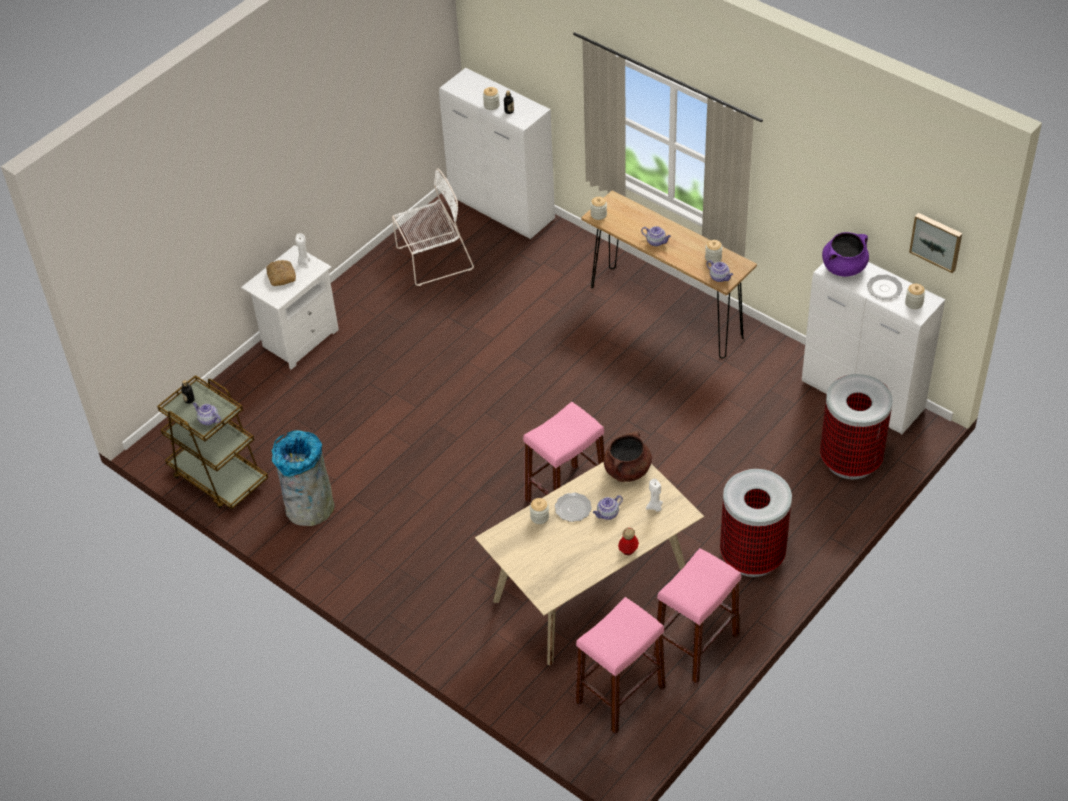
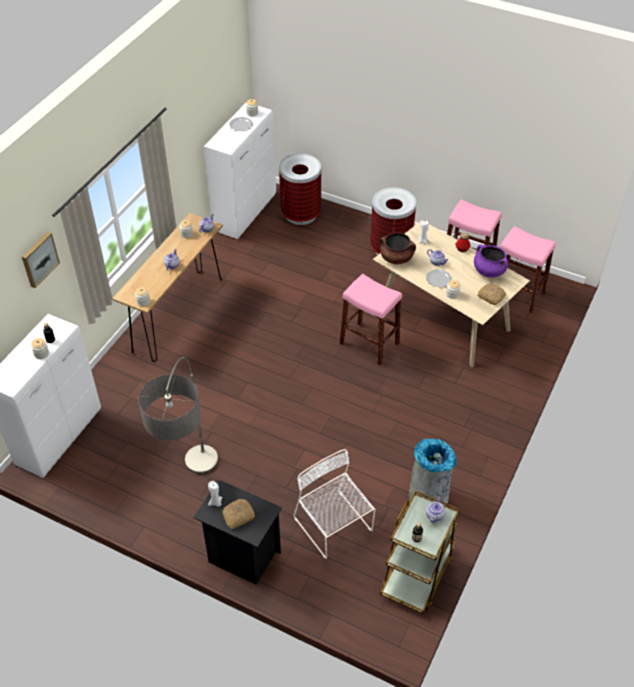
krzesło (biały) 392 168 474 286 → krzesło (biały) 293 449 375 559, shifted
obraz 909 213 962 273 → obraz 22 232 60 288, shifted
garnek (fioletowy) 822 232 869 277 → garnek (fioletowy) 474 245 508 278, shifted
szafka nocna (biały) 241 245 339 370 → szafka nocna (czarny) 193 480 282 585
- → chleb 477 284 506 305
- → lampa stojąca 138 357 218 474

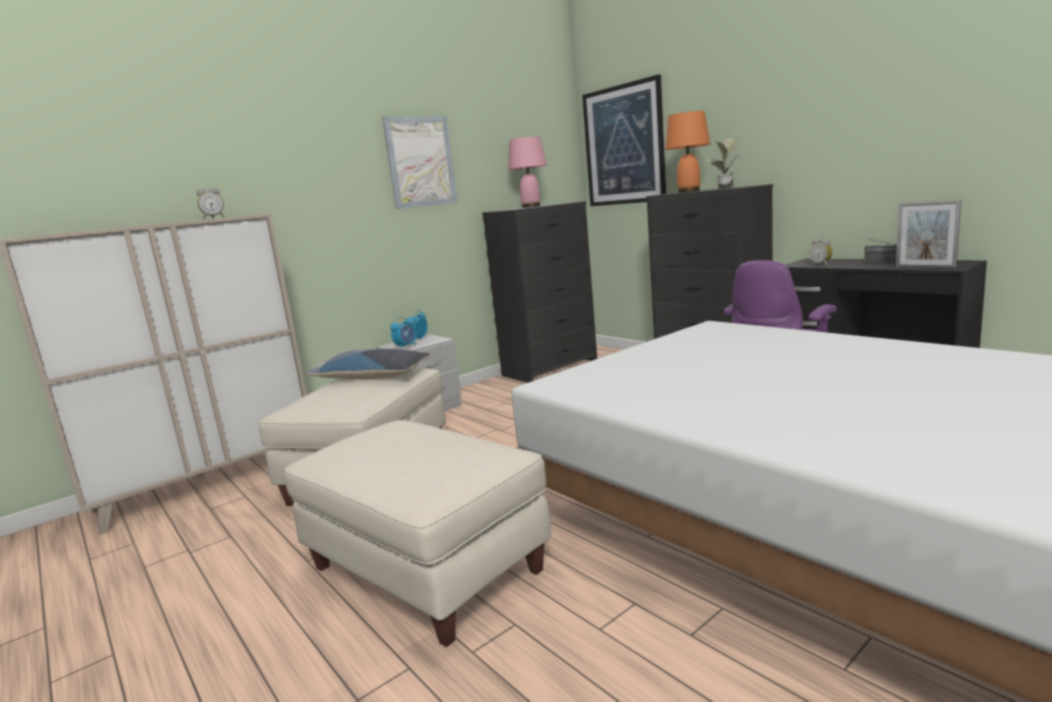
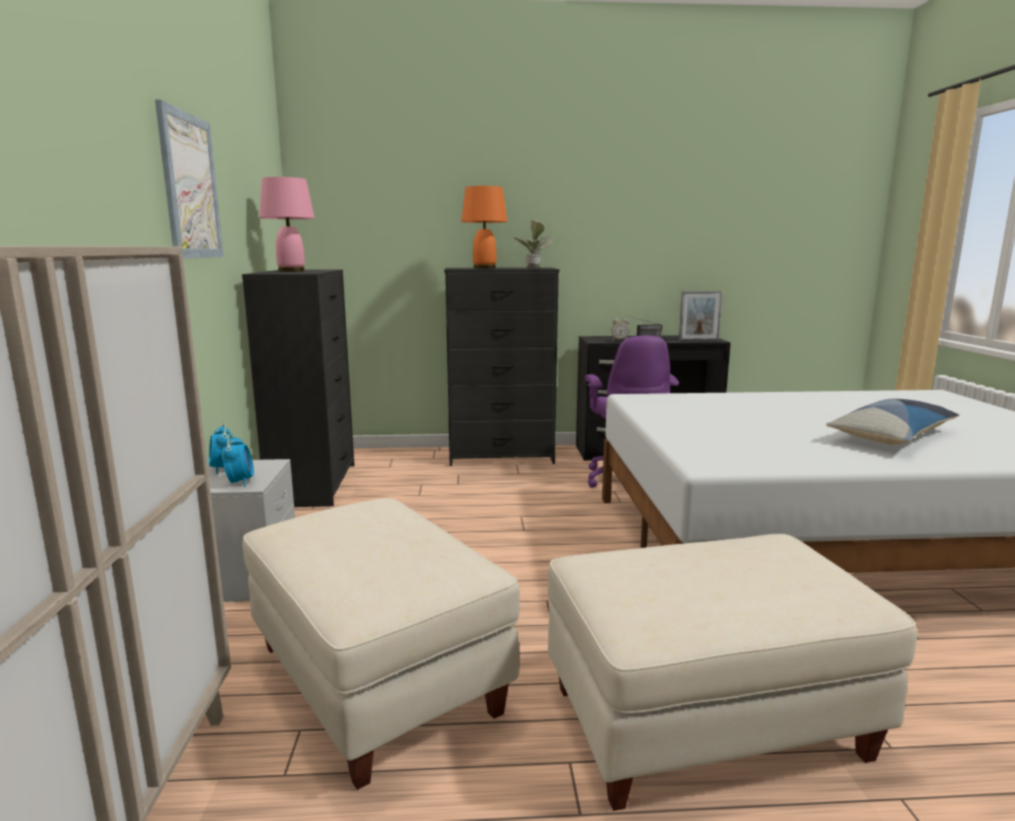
obraz 582 74 666 206 → -
budzik 197 188 225 219 → -
poduszka 304 349 430 379 → poduszka 826 399 959 445, shifted

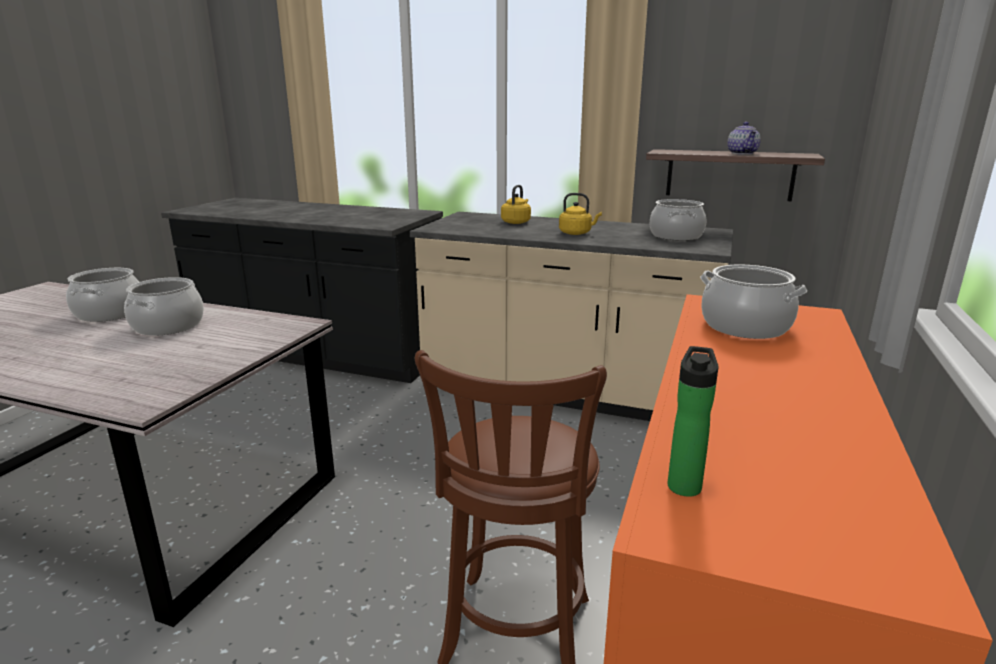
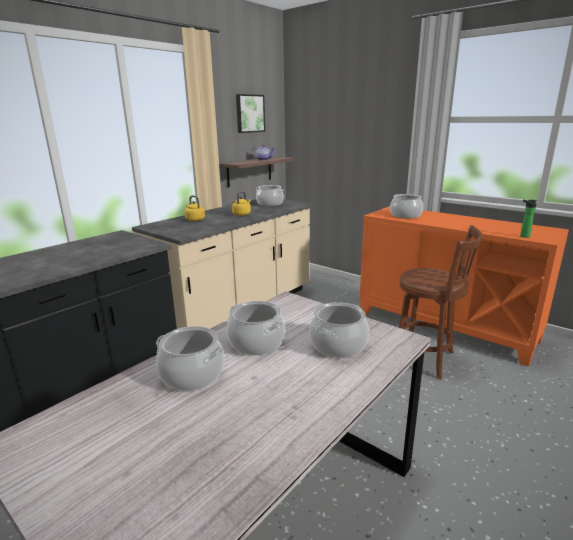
- → obraz 236 94 265 133
- → garnek 309 302 369 358

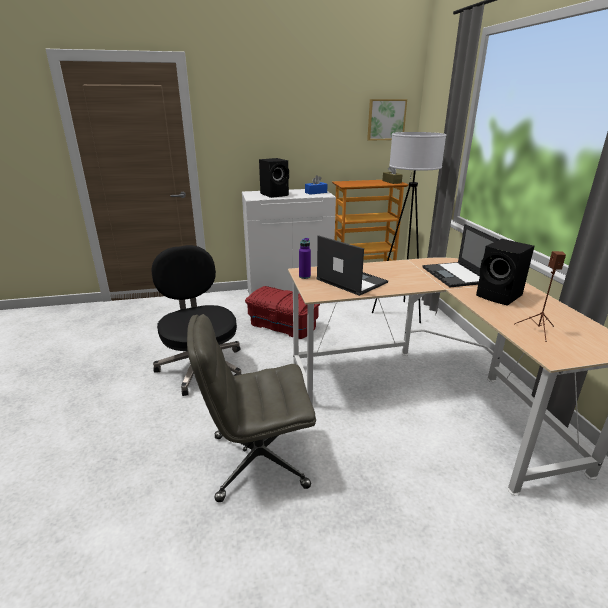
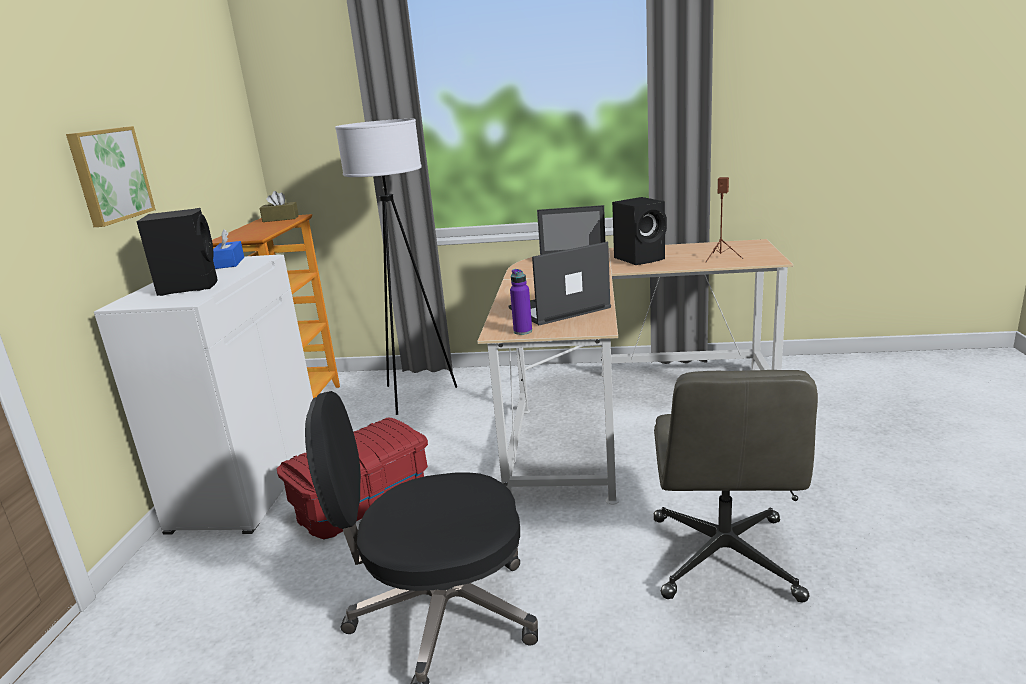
obraz 367 99 407 141 → obraz 66 126 156 227, shifted

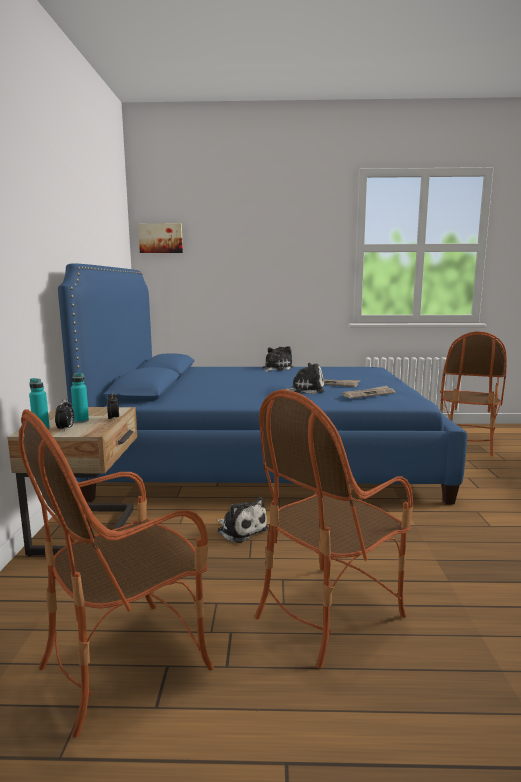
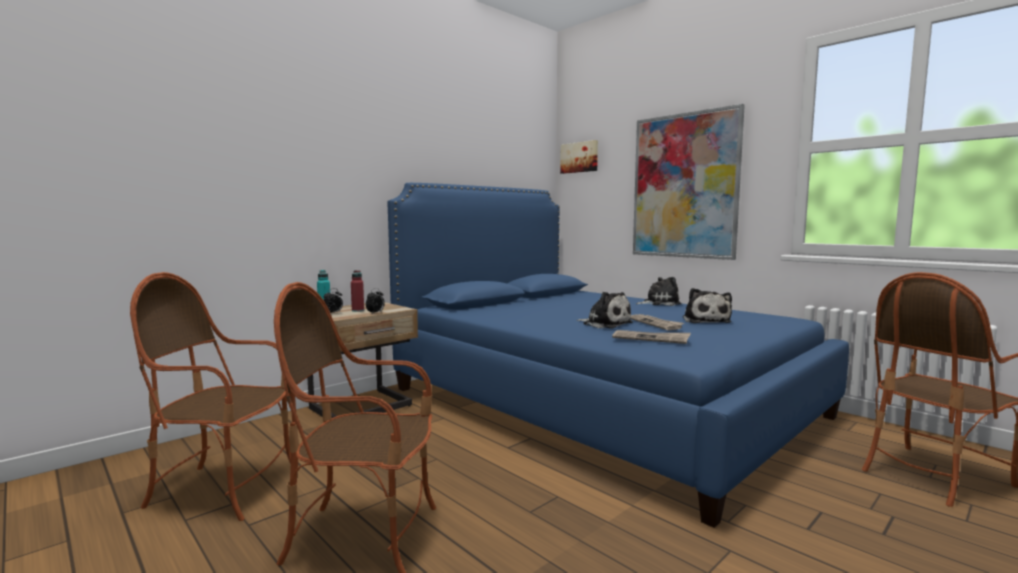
butelka (turkusowy) 71 373 89 423 → butelka (czerwony) 351 270 364 312
pluszak 217 497 269 543 → pluszak 683 288 732 323, shifted
- → obraz 633 104 745 260

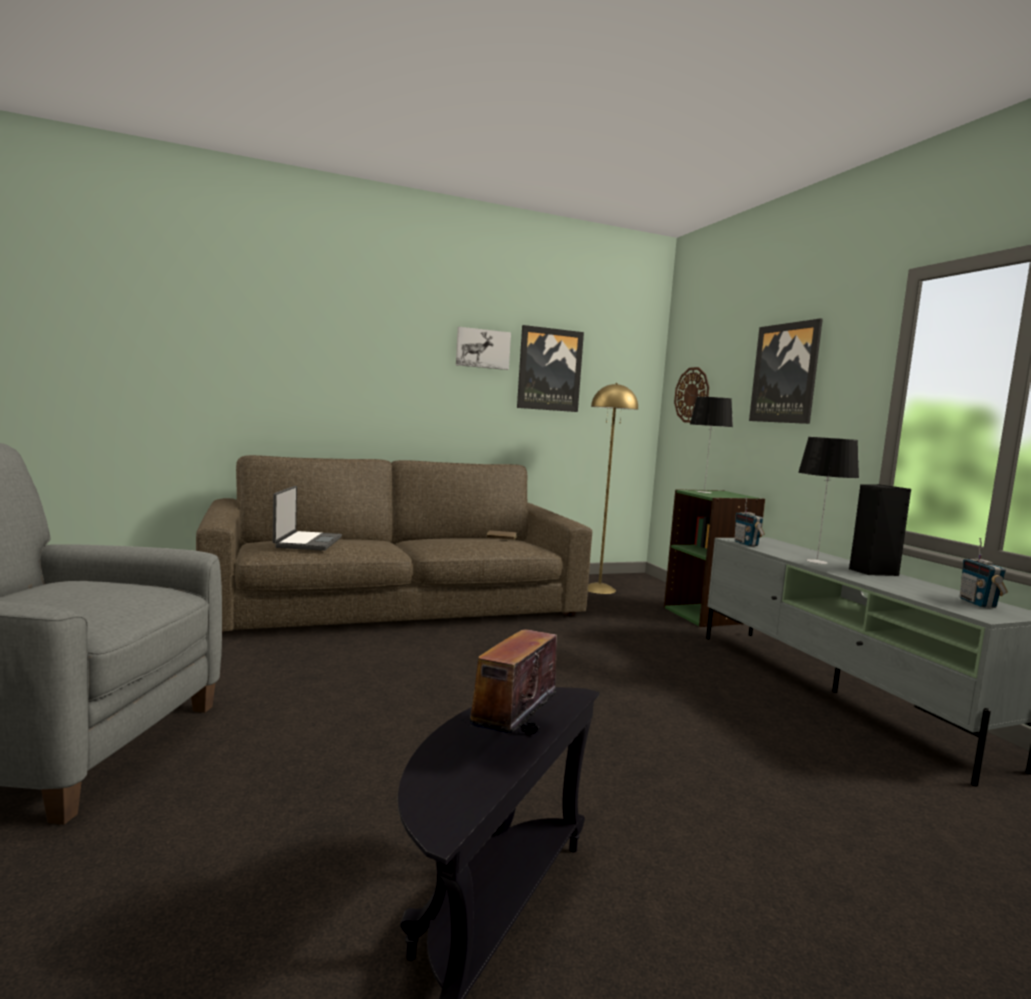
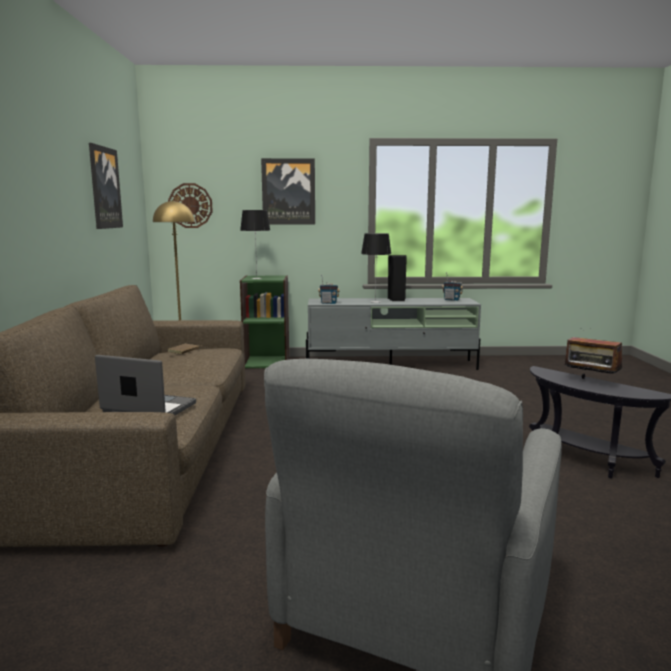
obraz 456 327 511 370 → -

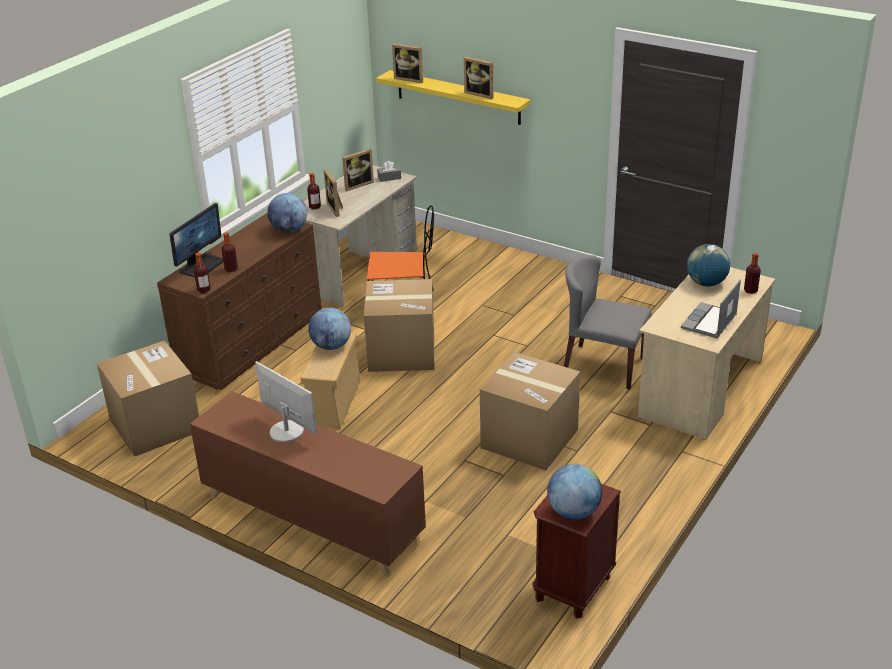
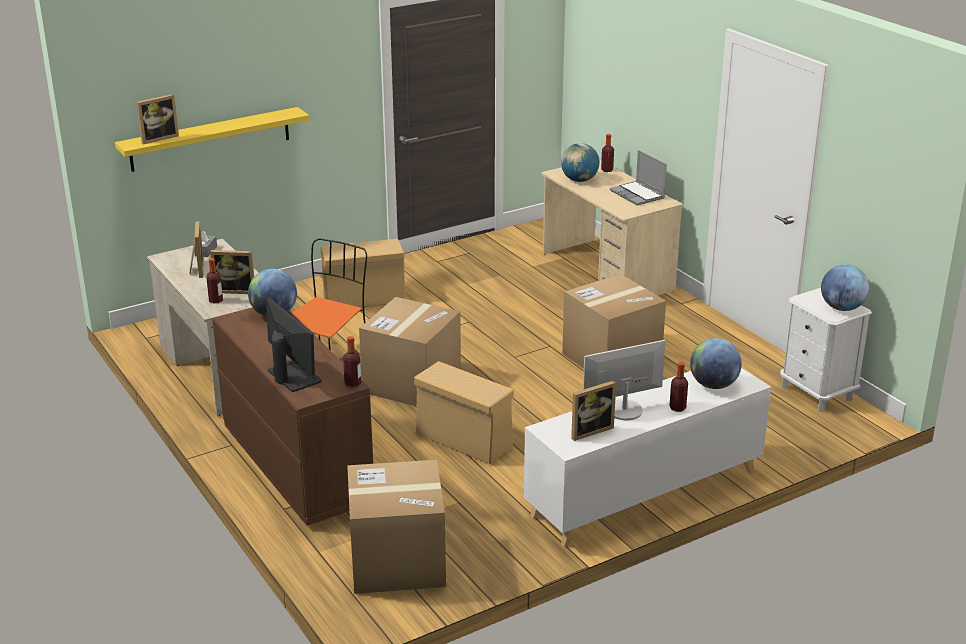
ramka na zdjęcie 464 57 494 99 → ramka na zdjęcie 571 380 616 441, shifted
butelka 222 232 238 272 → butelka 669 362 688 412, shifted
krzesło (szary) 564 255 651 390 → -
globus 308 308 351 350 → globus 690 338 742 389, shifted
szafka (brązowy) 190 391 426 578 → szafka (biały) 524 368 771 547
szafka nocna (brązowy) 532 484 621 619 → szafka nocna (biały) 780 288 872 412
- → pojemnik do przechowywania (beżowy) 321 239 406 307

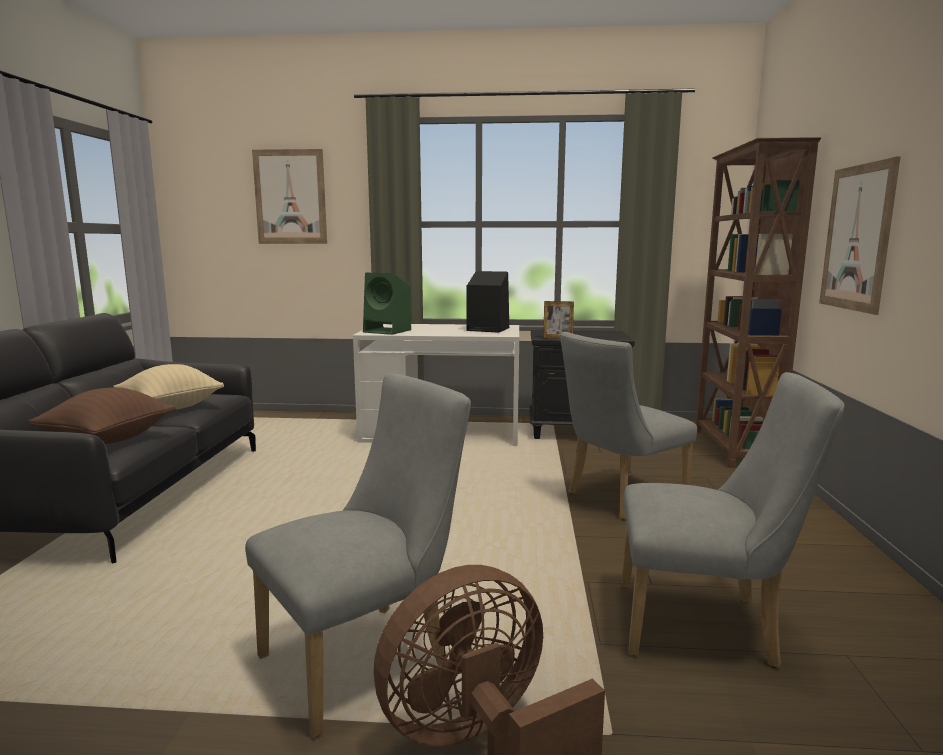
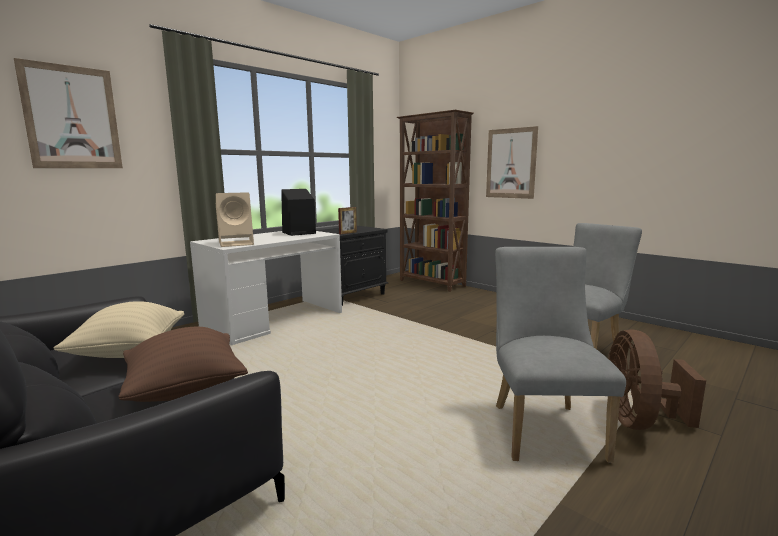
głośnik (zielony) 363 273 411 335 → głośnik (beżowy) 216 192 254 247
krzesło (szary) 560 332 697 519 → -

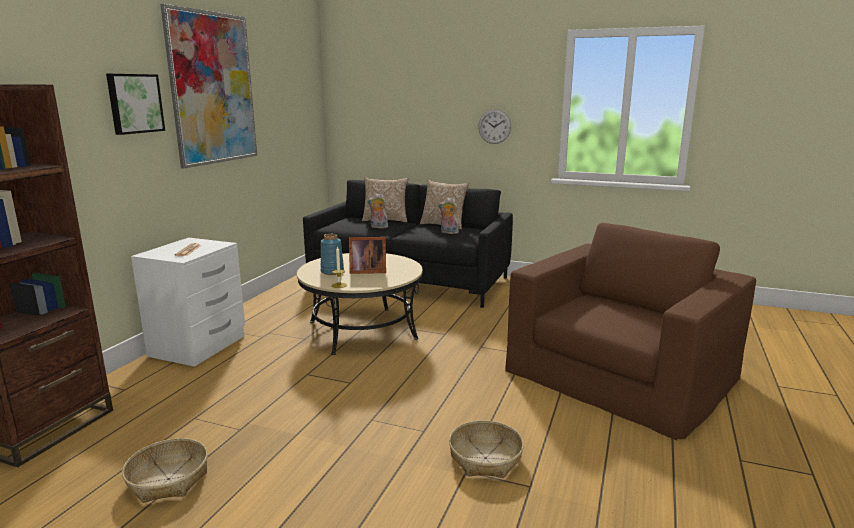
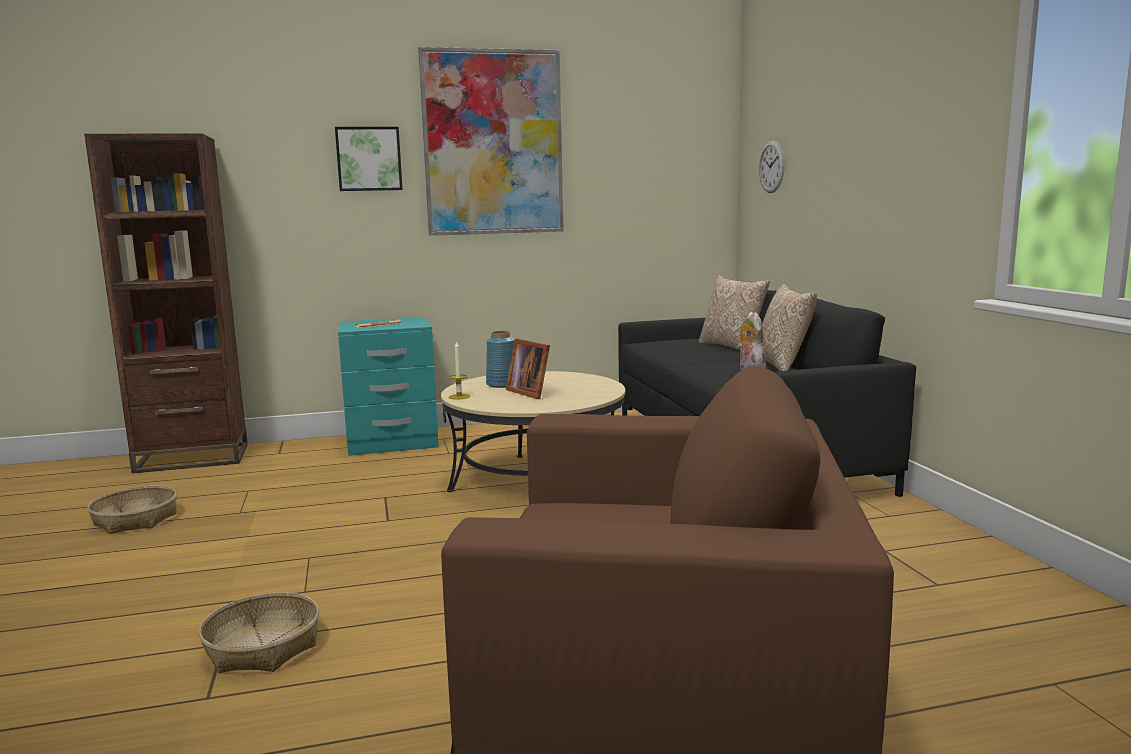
zegar ścienny 478 109 511 144 → zegar ścienny 759 141 785 193, shifted
pluszak 367 194 388 228 → -
szafka nocna (biały) 131 238 245 367 → szafka nocna (turkusowy) 338 317 439 456

